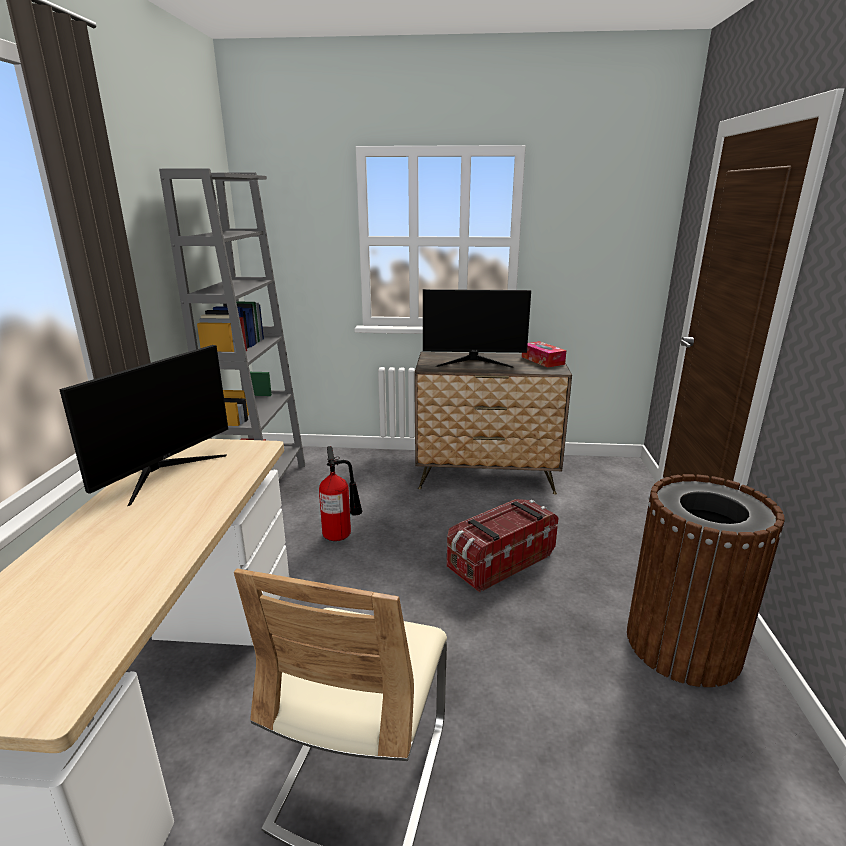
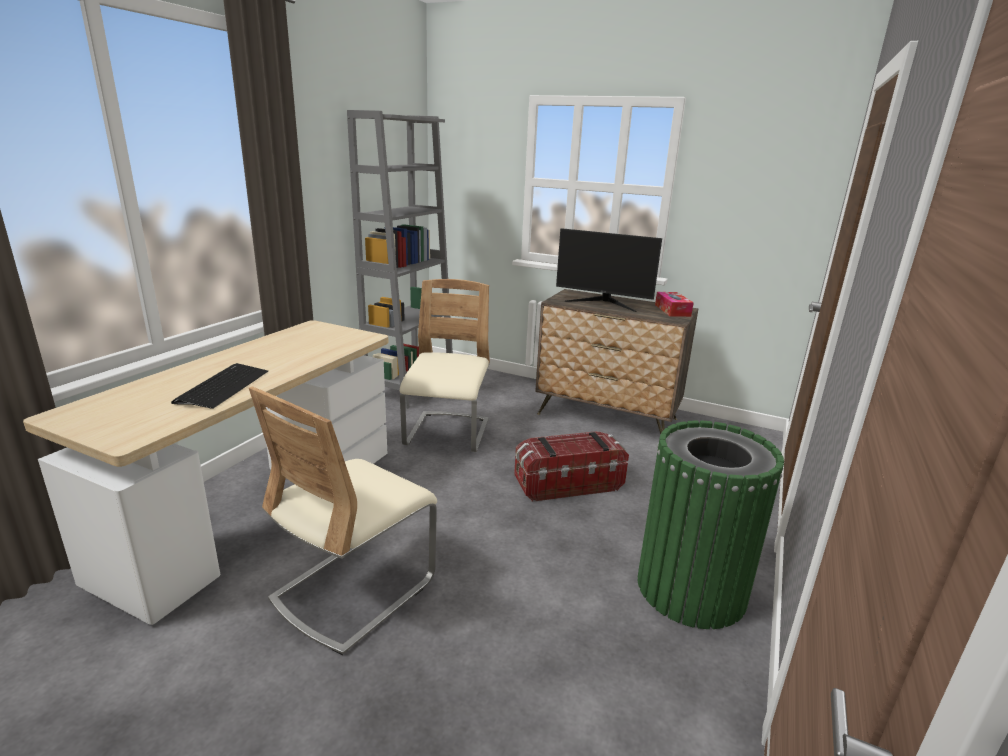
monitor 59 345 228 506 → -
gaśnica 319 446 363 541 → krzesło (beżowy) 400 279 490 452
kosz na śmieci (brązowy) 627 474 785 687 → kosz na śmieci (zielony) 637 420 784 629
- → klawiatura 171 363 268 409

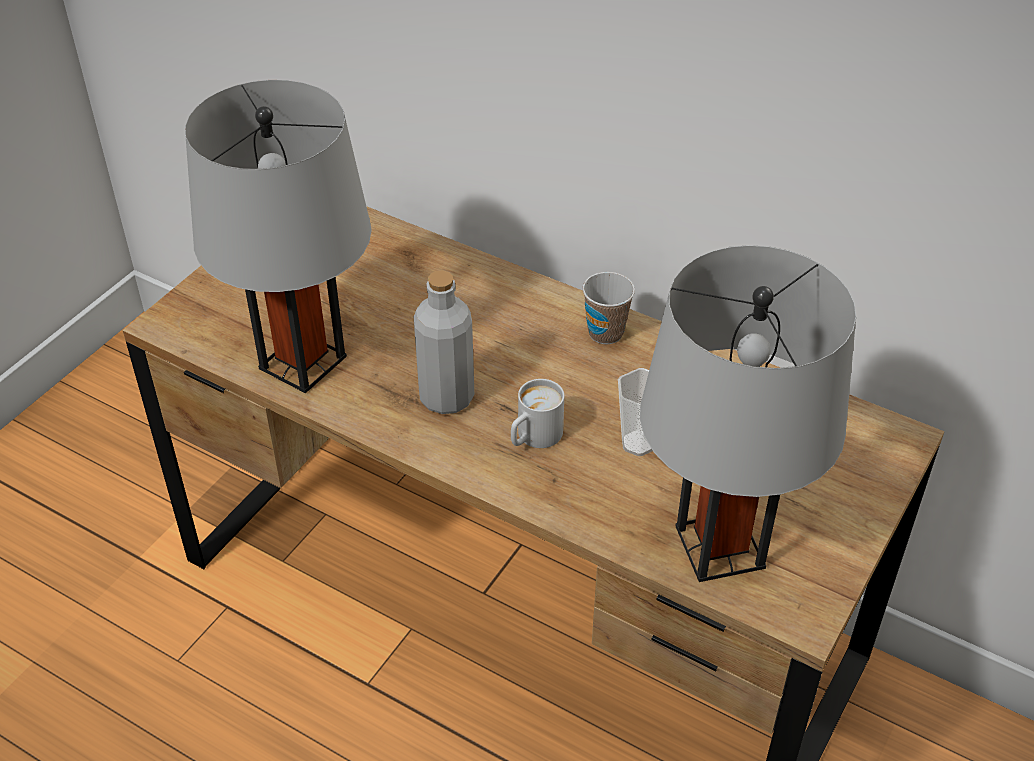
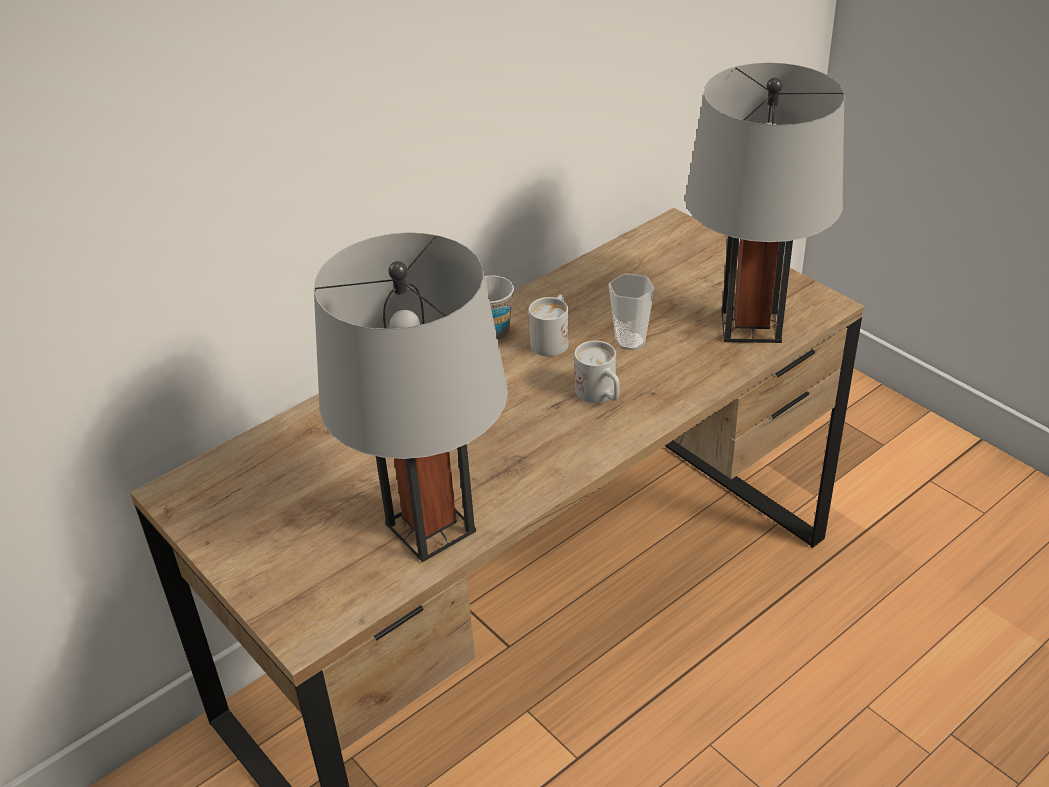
butelka (szary) 414 270 474 414 → -
- → kubek (biały) 529 295 569 357

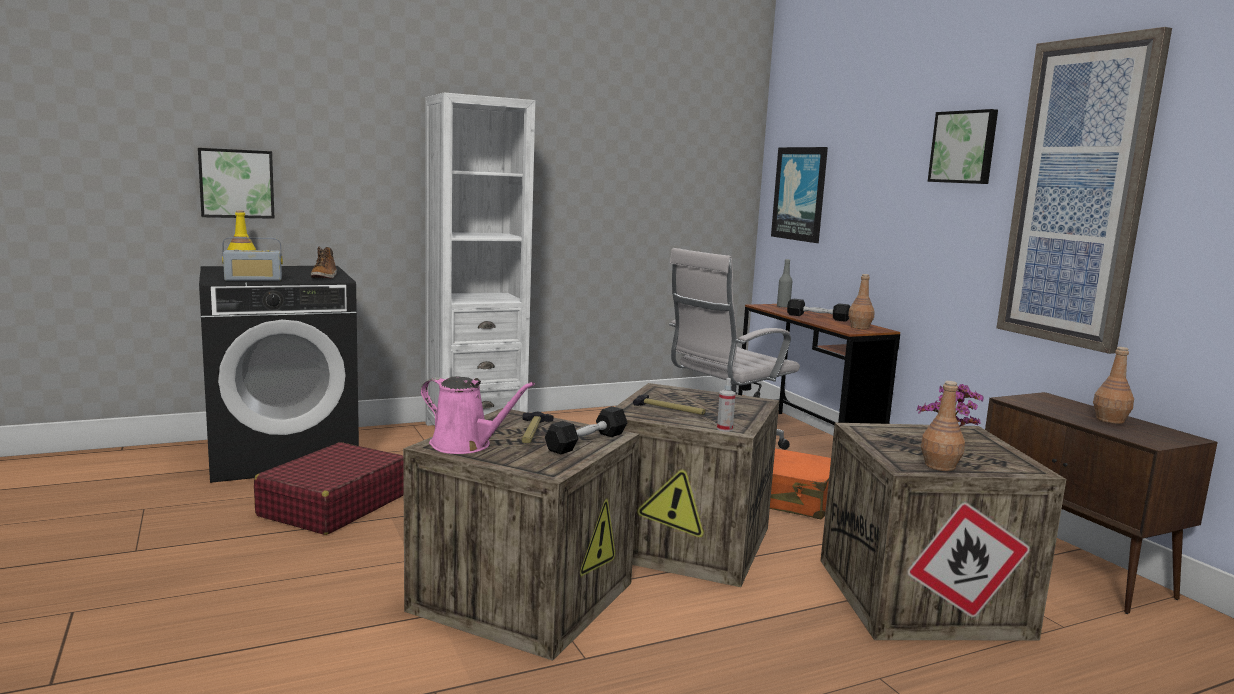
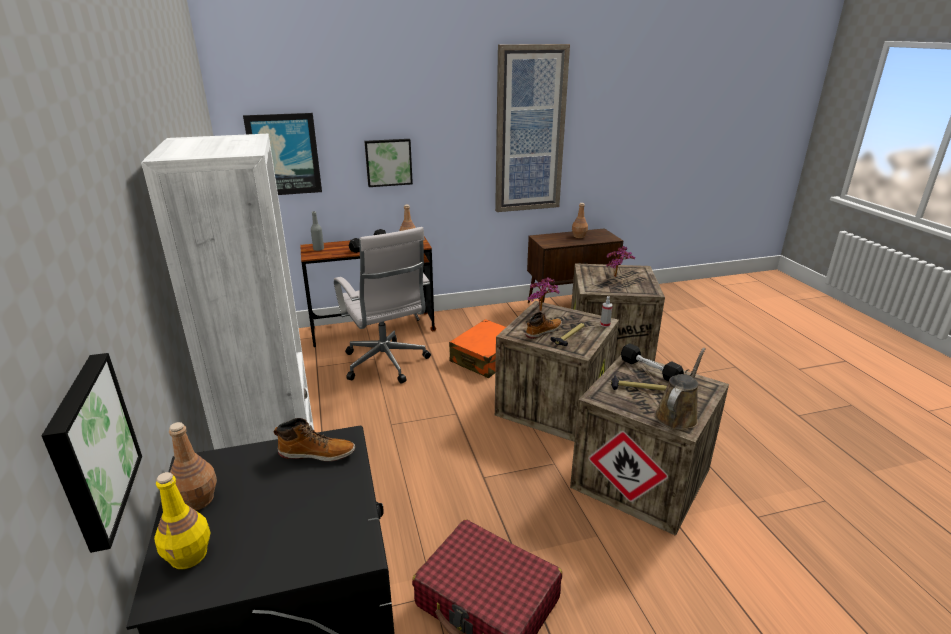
obraz 928 109 998 184 → obraz 365 139 413 187, shifted
radio 222 237 283 281 → -
konewka (różowy) 421 376 535 454 → konewka (brązowy) 654 348 706 430
butelka (brązowy) 921 381 965 471 → butelka (brązowy) 169 422 217 510, shifted
- → roślina doniczkowa 528 277 559 311
- → but z cholewką 526 312 562 339

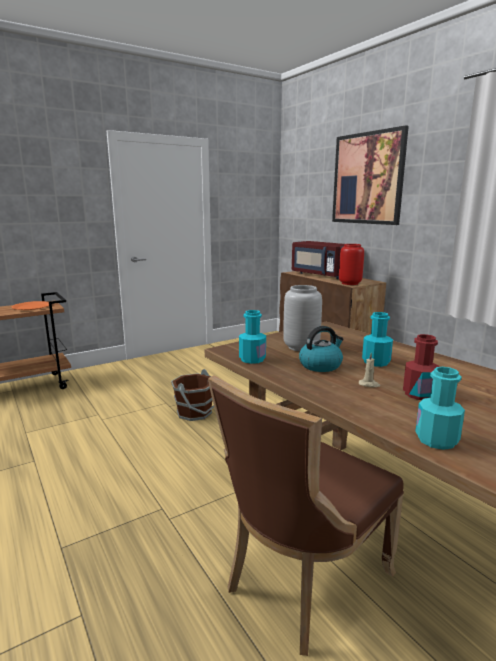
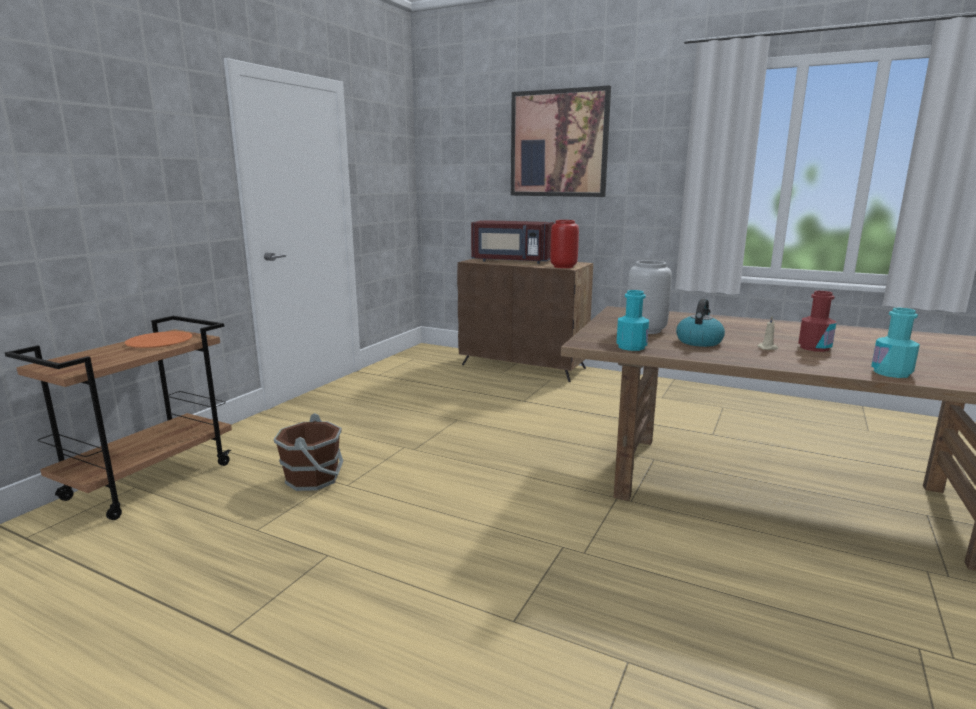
butelka (turkusowy) 362 312 393 367 → -
wiadro (brązowy) 171 369 214 421 → wiadro (brązowy) 273 413 343 491, shifted
krzesło (brązowy) 208 375 404 656 → -

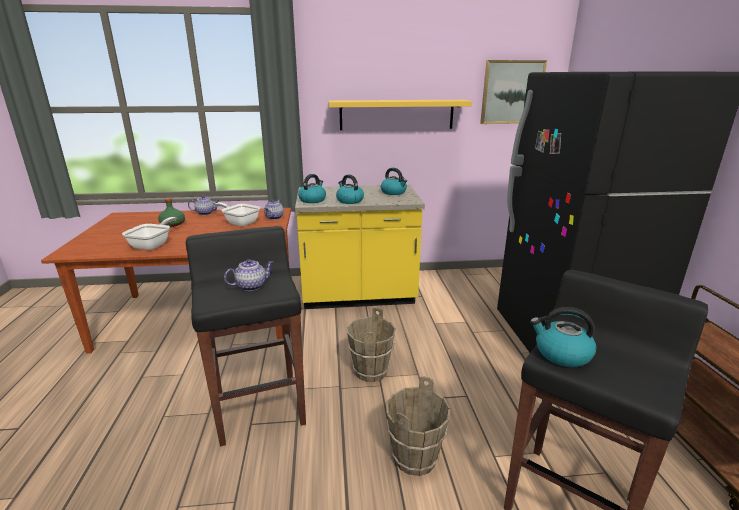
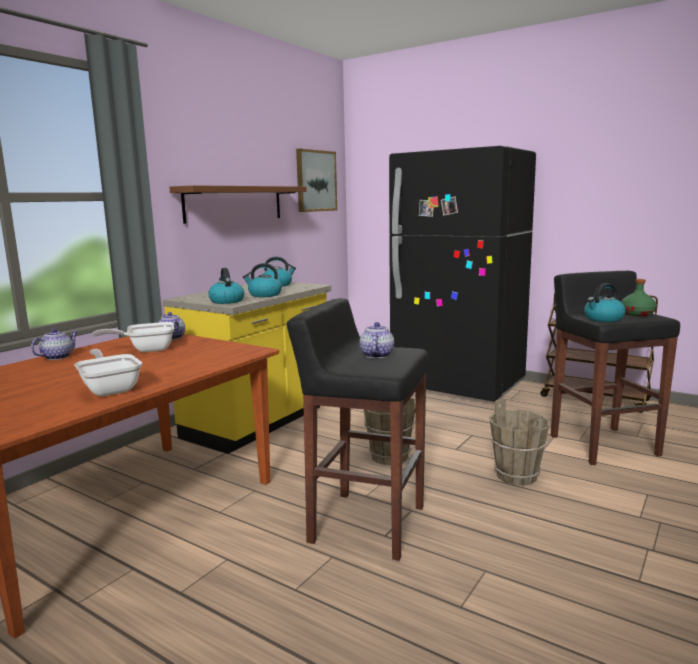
półka (żółty) 328 100 472 130 → półka (brązowy) 169 185 307 224
butelka (zielony) 158 198 185 227 → butelka (zielony) 621 279 657 316, shifted

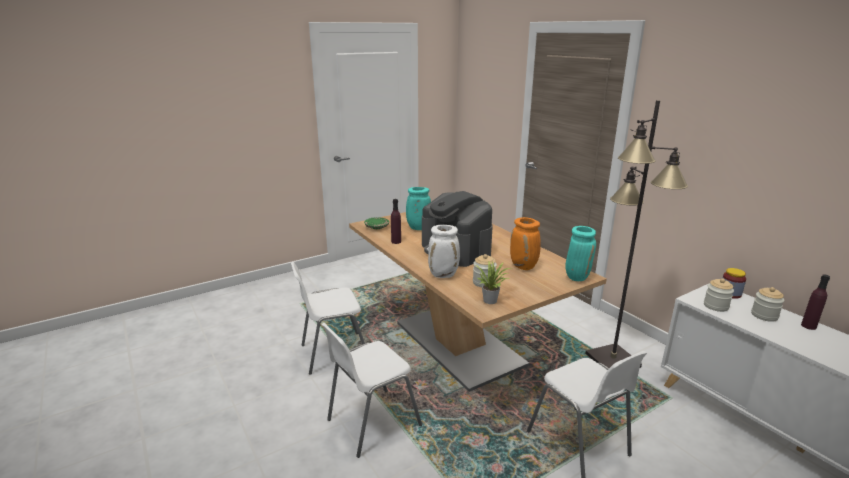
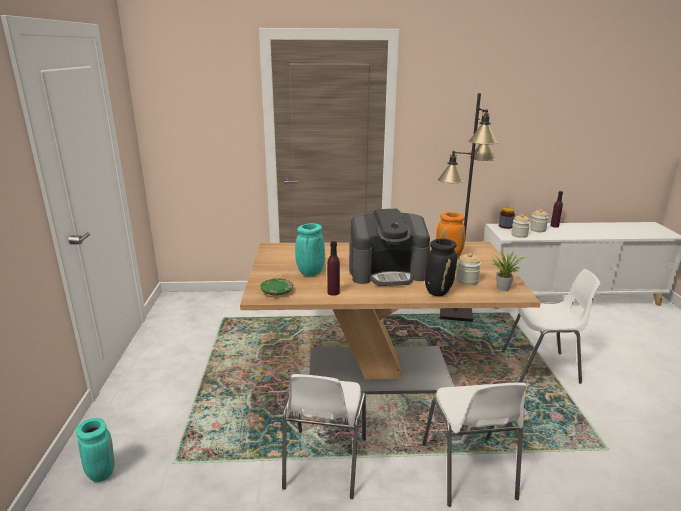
wazon (biały) 428 225 460 278 → wazon (czarny) 425 238 457 296
wazon (turkusowy) 565 226 596 281 → wazon (turkusowy) 76 418 115 482, shifted

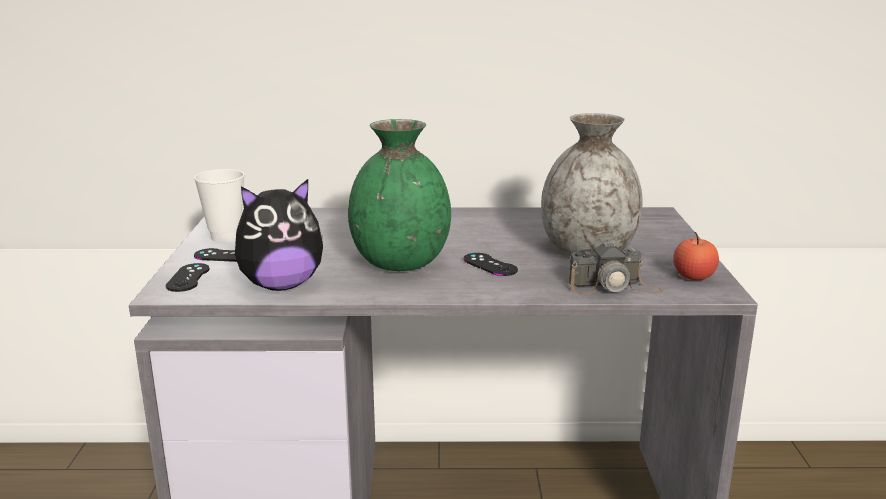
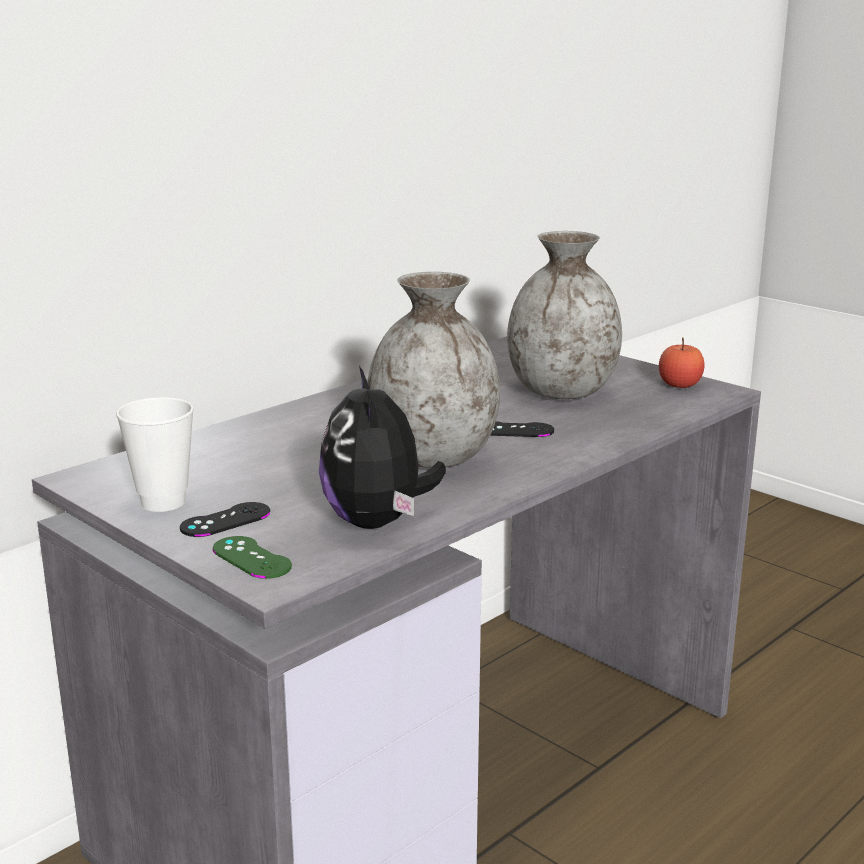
wazon (zielony) 348 119 451 271 → wazon (szary) 368 272 500 468
pluszak 235 179 323 291 → pluszak 319 366 446 529, 150 degrees clockwise
aparat fotograficzny 569 242 663 294 → -
pad do gier (czarny) 166 263 210 292 → pad do gier (zielony) 213 536 292 579

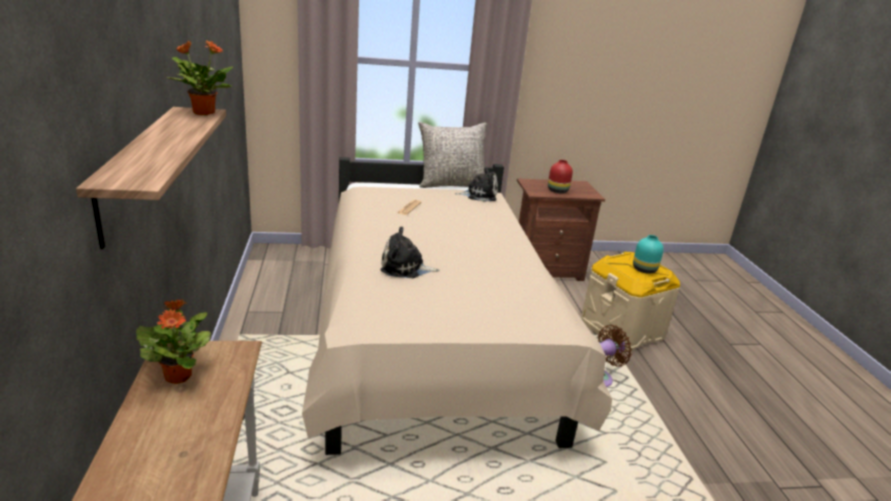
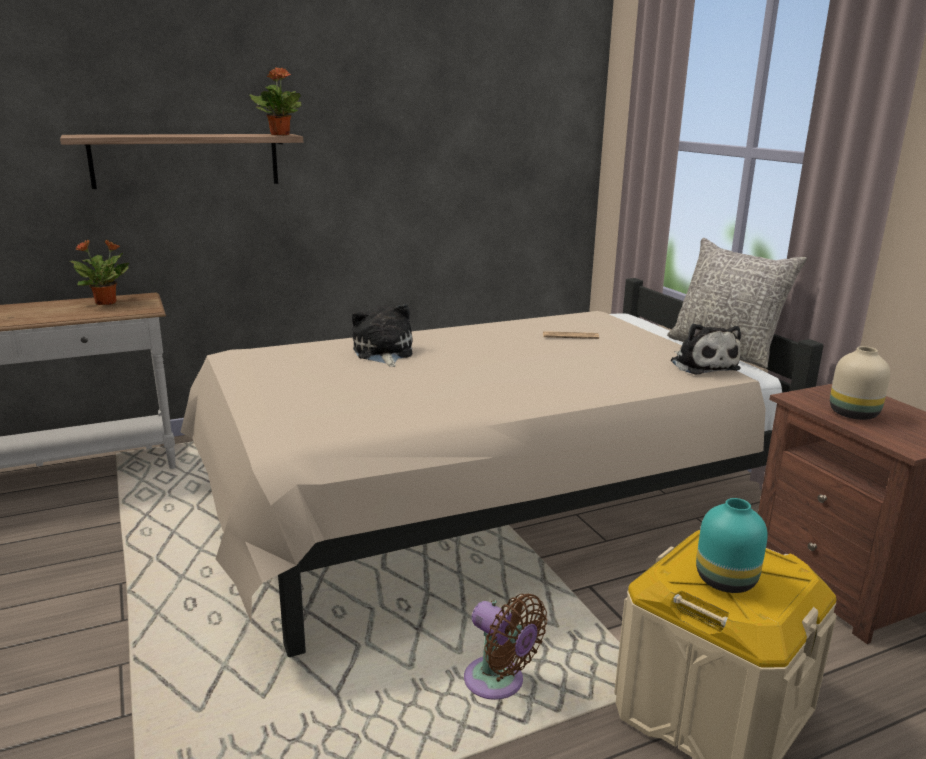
wazon (czerwony) 548 160 573 193 → wazon (beżowy) 830 346 890 420

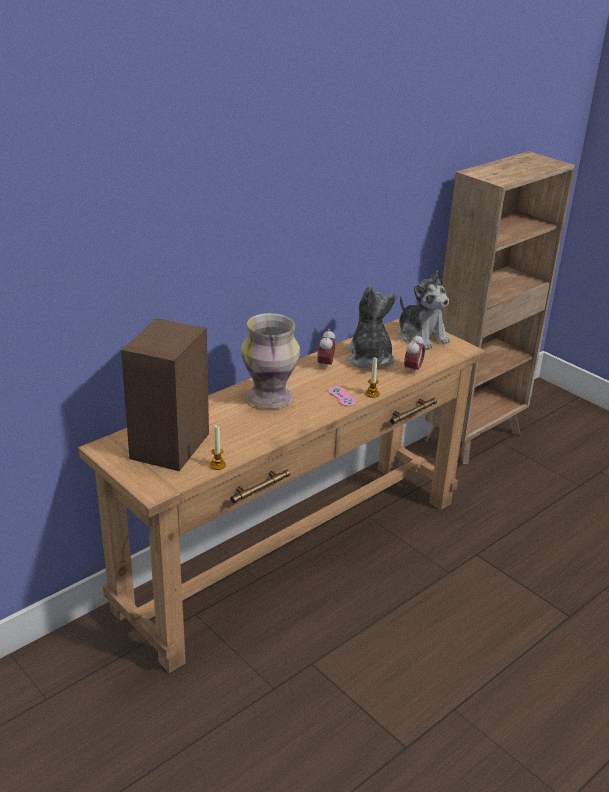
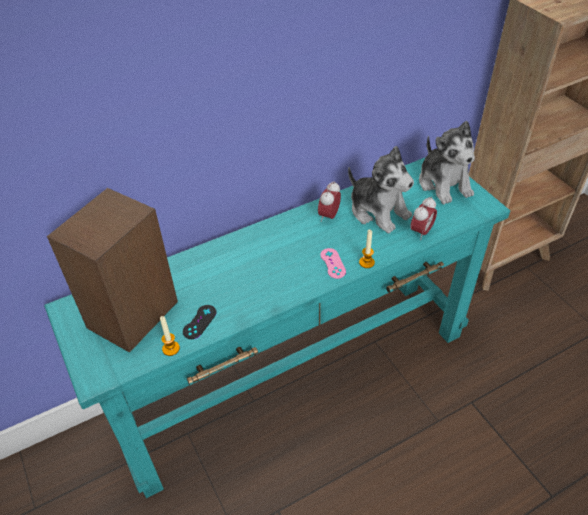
pluszak 347 285 397 368 → pluszak 348 146 414 234, 135 degrees clockwise
wazon 241 313 300 409 → -
stolik konsolowy (brązowy) 78 318 485 673 → stolik konsolowy (turkusowy) 44 158 510 498
- → pad do gier (czarny) 183 305 217 339

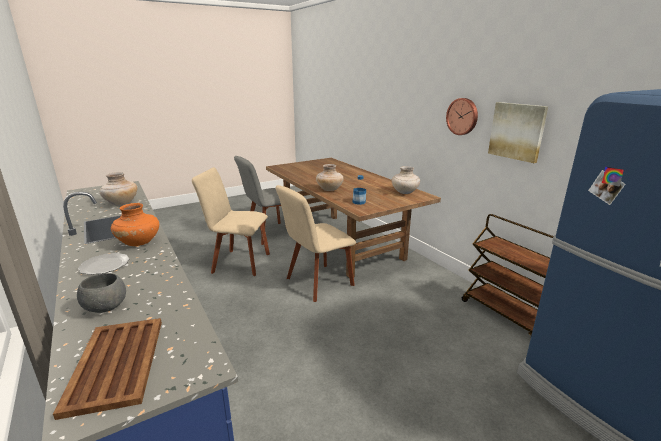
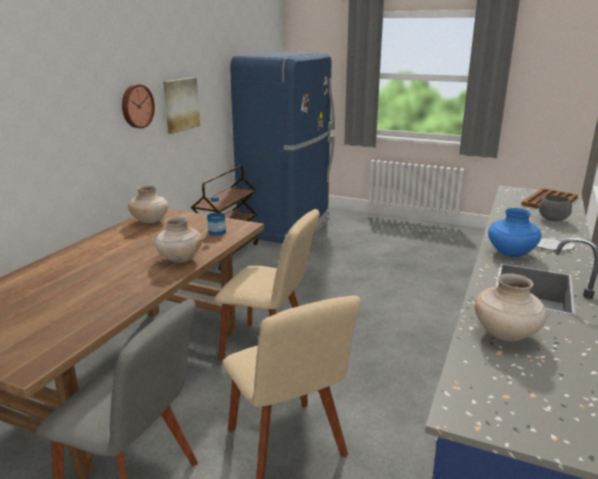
wazon (pomarańczowy) 111 203 159 246 → wazon (niebieski) 488 208 541 257

